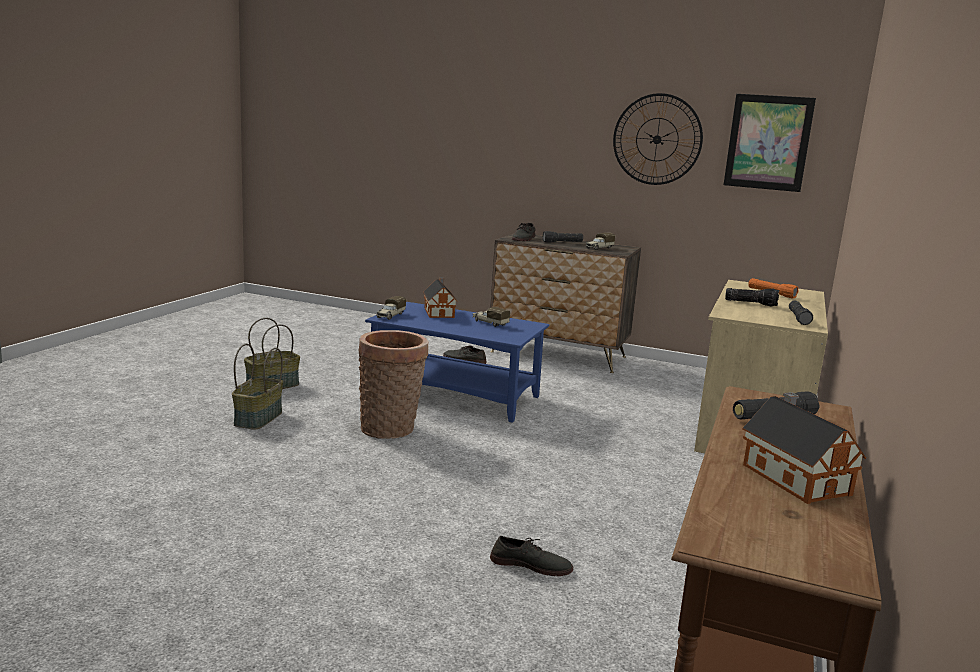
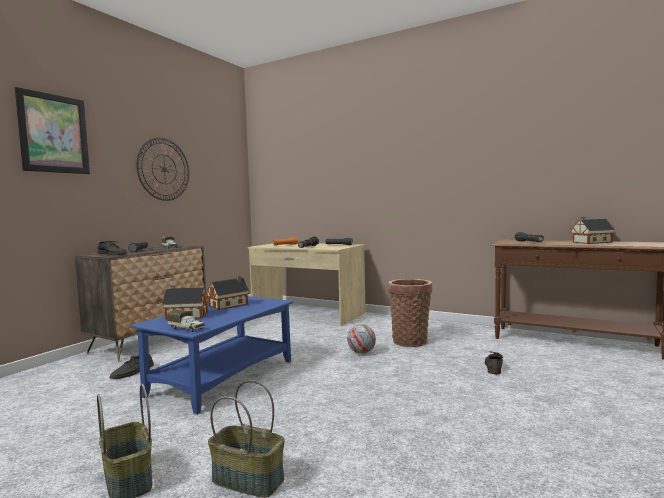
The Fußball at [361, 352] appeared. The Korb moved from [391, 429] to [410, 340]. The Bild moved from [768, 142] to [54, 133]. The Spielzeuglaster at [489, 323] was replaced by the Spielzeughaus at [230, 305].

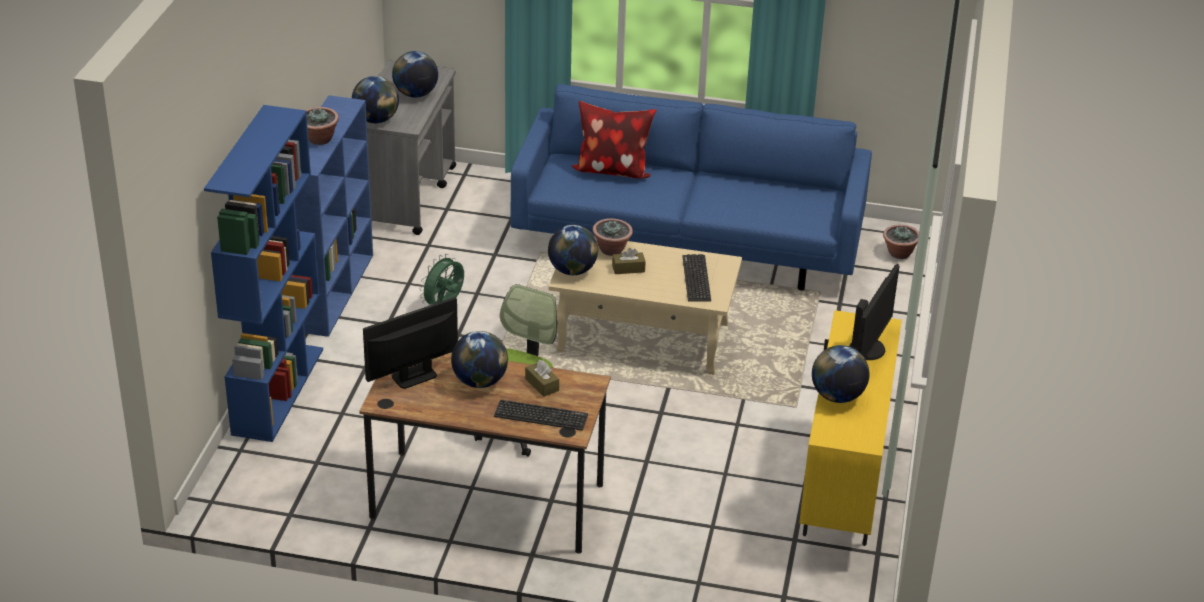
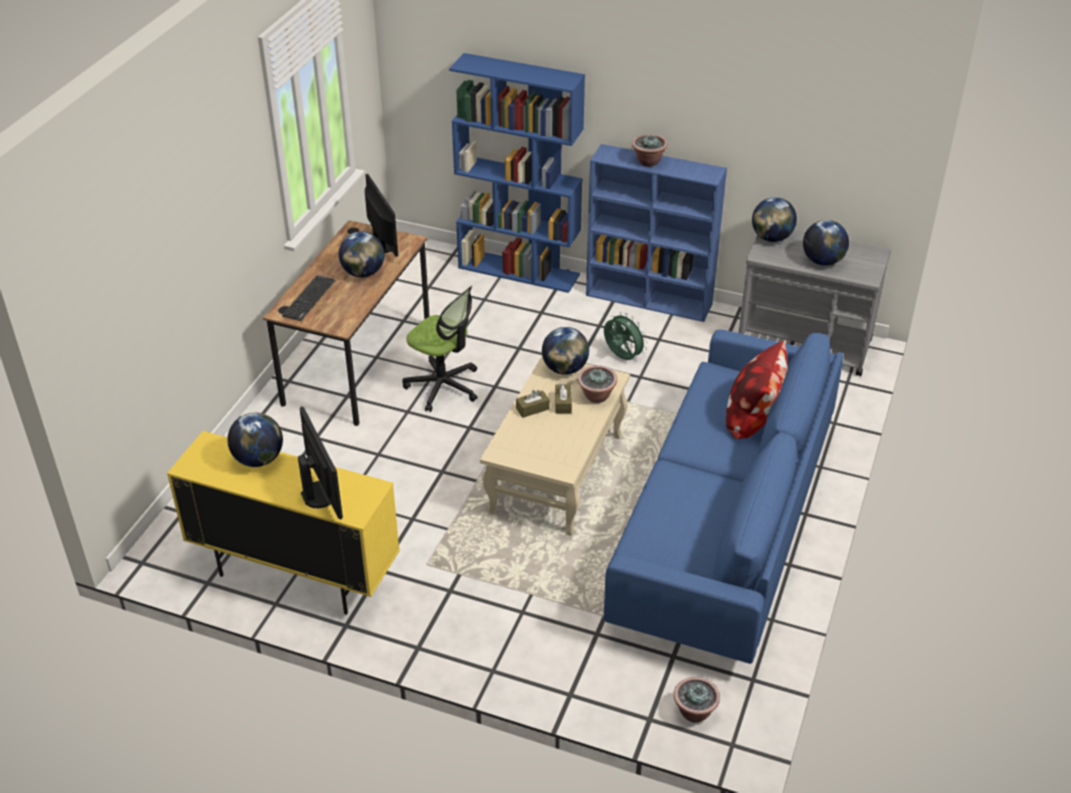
The Tastatur at [696, 278] disappeared. The Taschentuchbox/braun moved from [542, 385] to [532, 409]. The Monitor at [868, 349] turned 150 degrees counterclockwise.

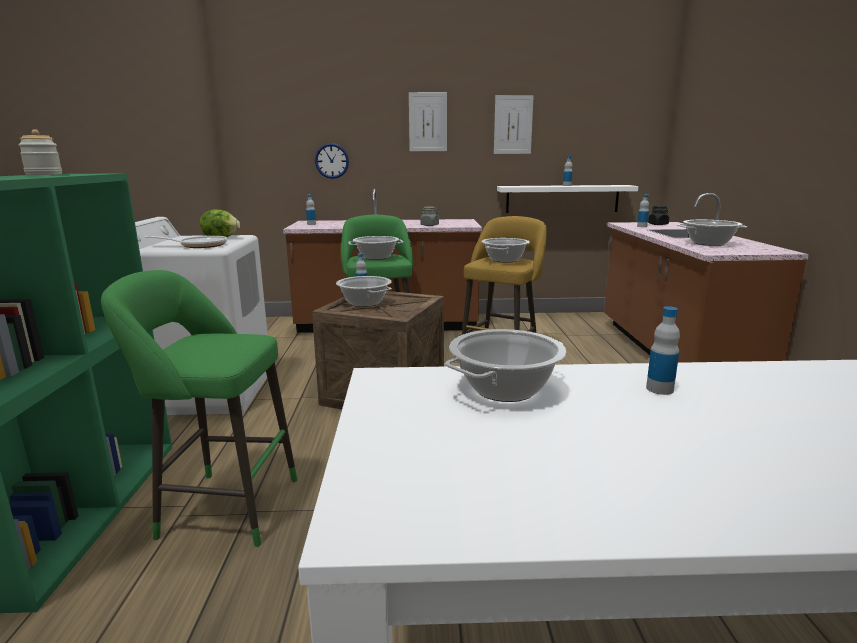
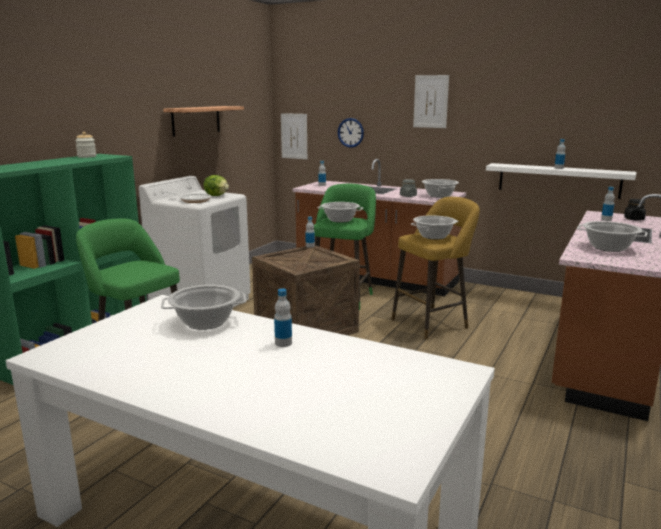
The Wandregal at [196, 120] appeared. The Kochtopf moved from [365, 303] to [439, 196]. The Bild moved from [513, 125] to [294, 136].

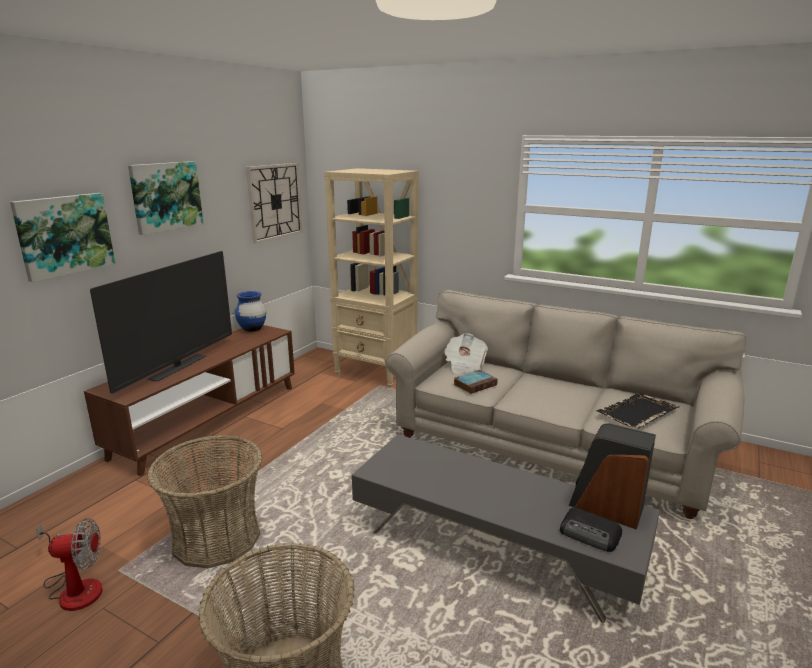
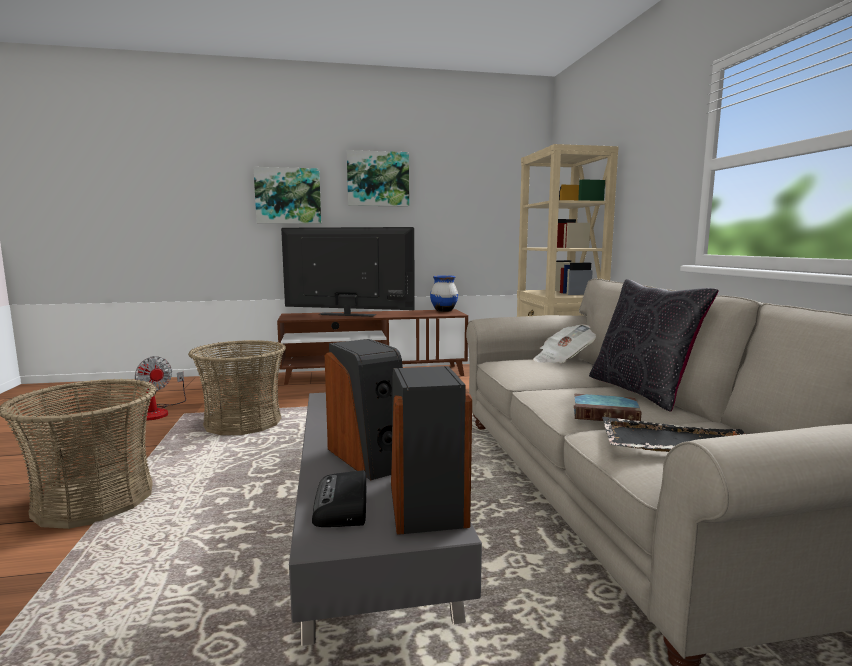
The Wanduhr at [275, 201] disappeared. The Lautsprecher at [370, 457] appeared. The Kissen/schwarz at [641, 391] appeared. The Buch moved from [475, 384] to [606, 414]. The Fernseher at [178, 367] turned 150 degrees counterclockwise.

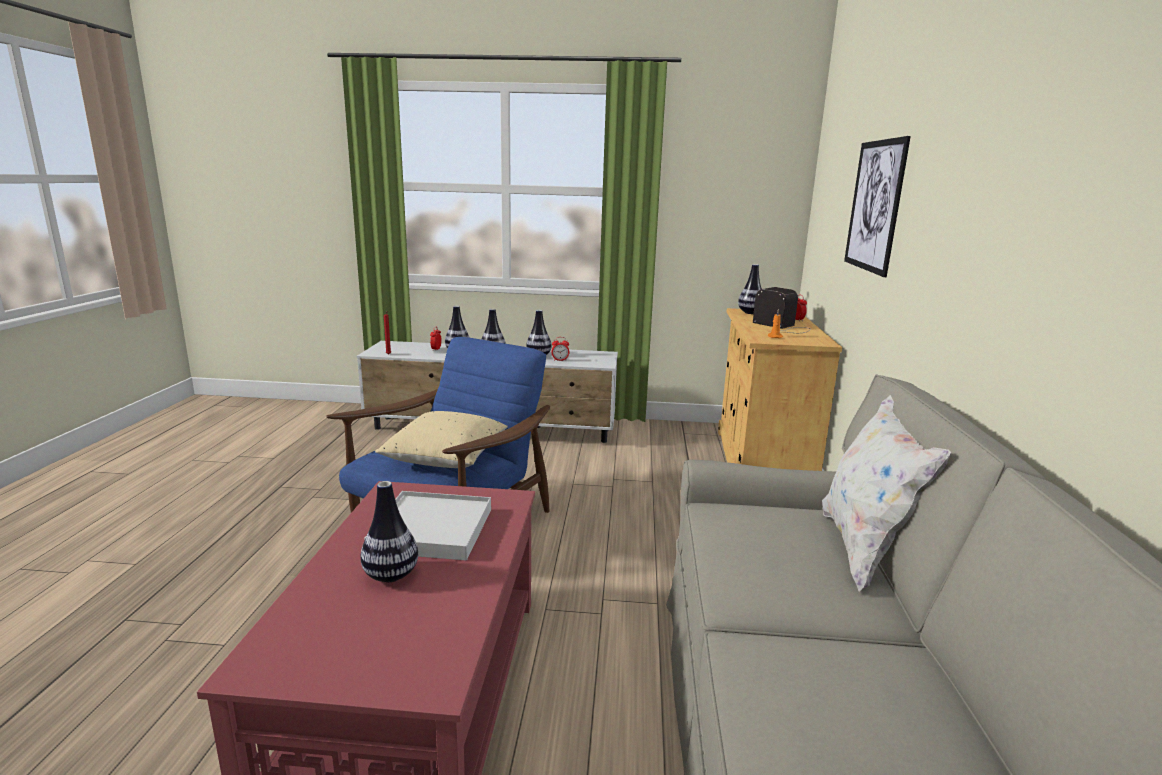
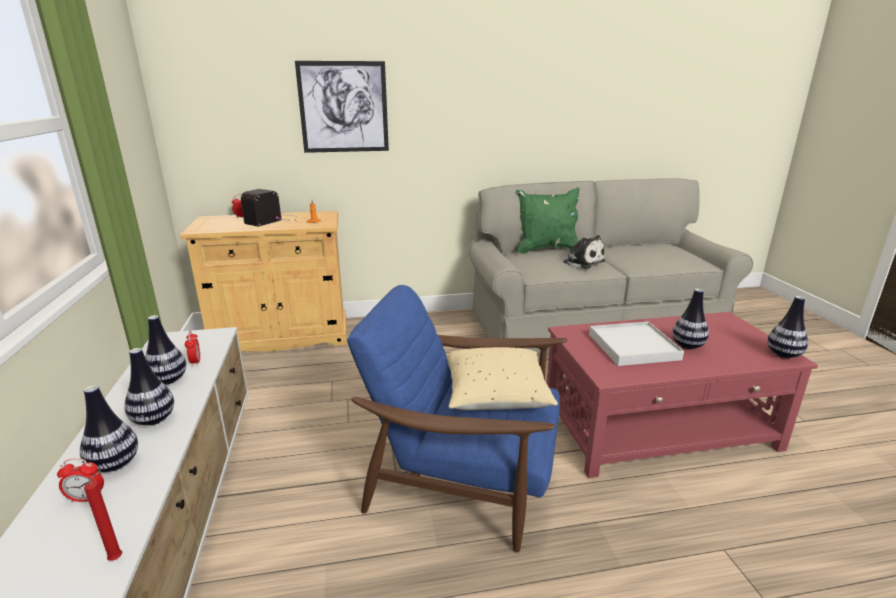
The Plüschtier at [581, 262] appeared. The Vase moved from [750, 313] to [783, 354]. The Kissen/weiß at [864, 549] became the Kissen/grün at [546, 249].

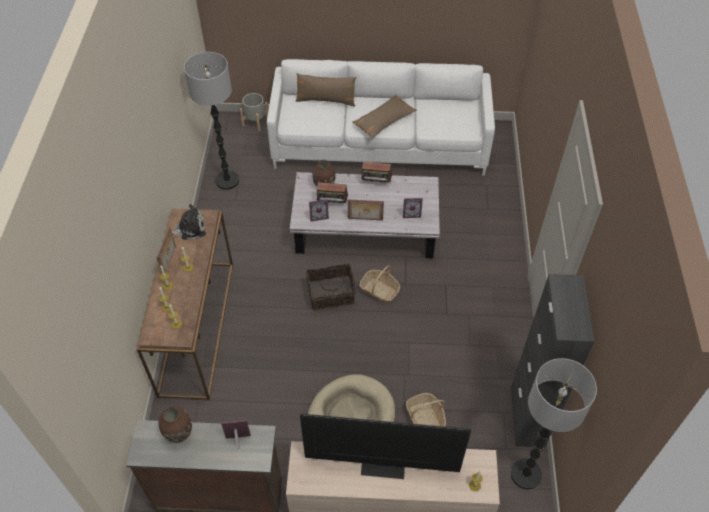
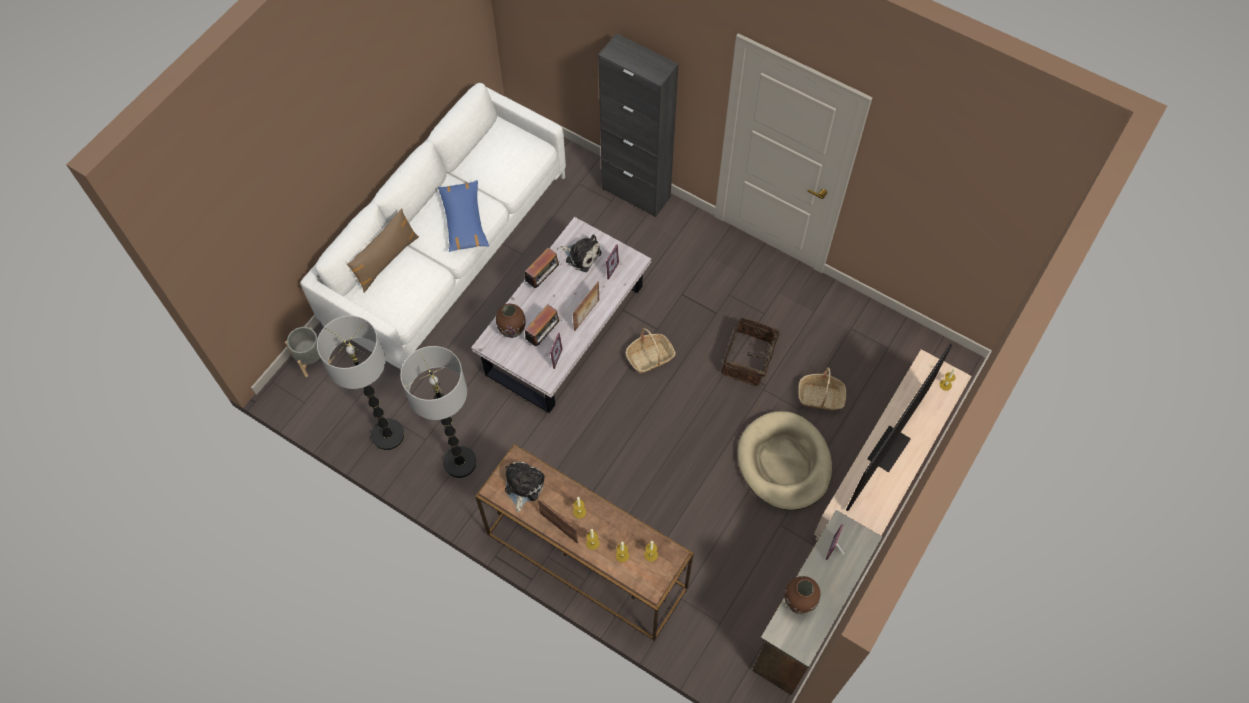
The Plüschtier at [581, 255] appeared. The Korb moved from [331, 295] to [748, 360]. The Stehlampe moved from [526, 474] to [460, 462]. The Schrank/schwarz moved from [527, 417] to [636, 193]. The Kissen/braun at [384, 121] became the Kissen/blau at [464, 221].

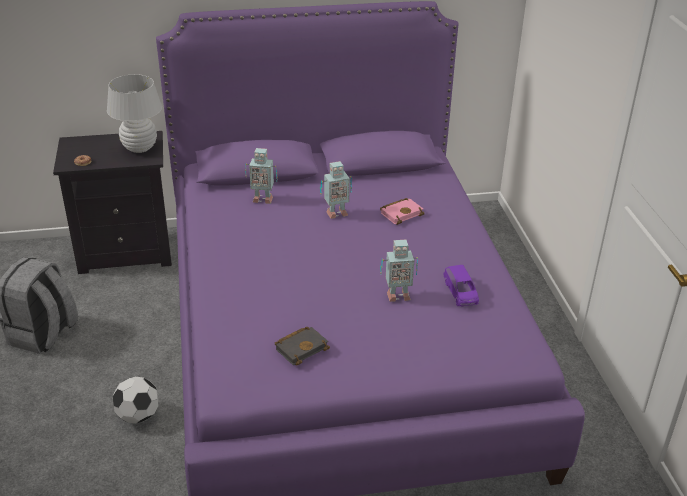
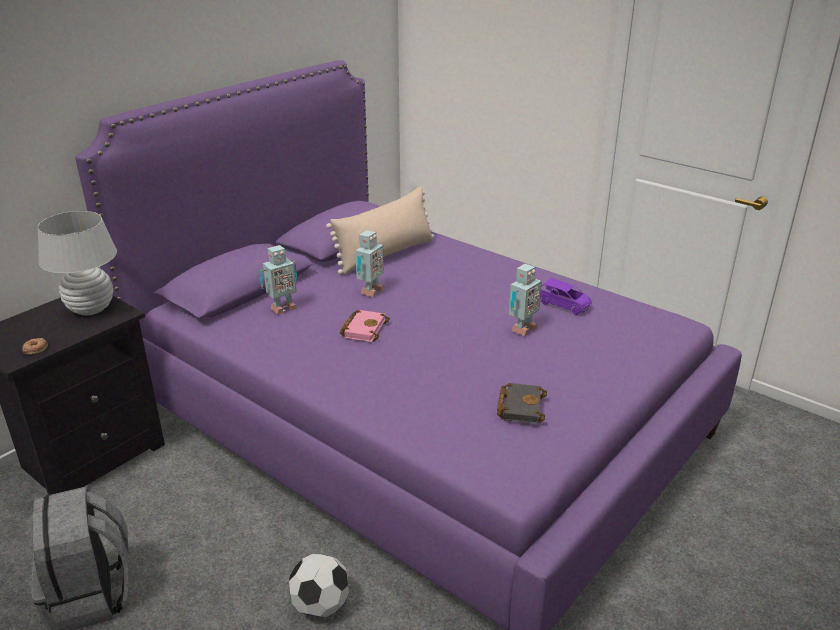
The Kissen/beige at [385, 254] appeared. The Buch/rosa moved from [401, 213] to [363, 328].

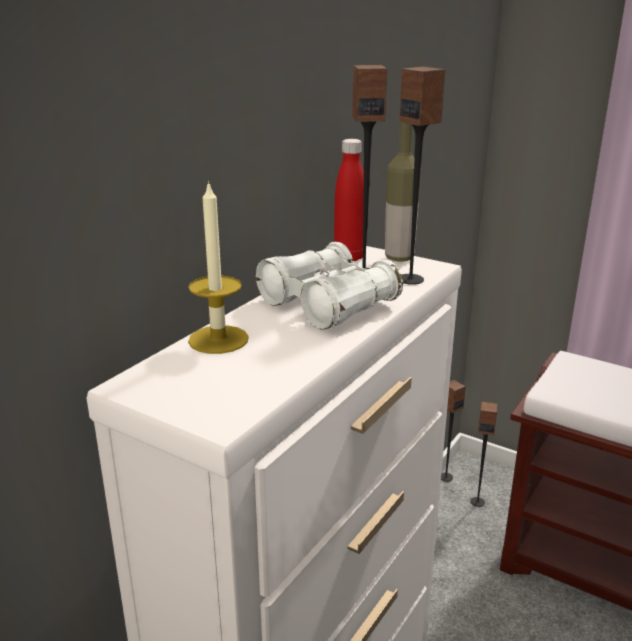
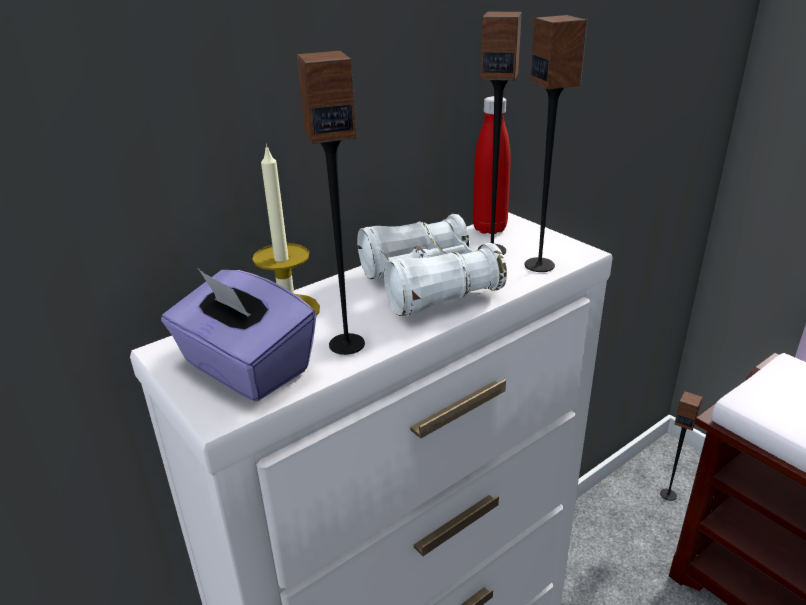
The Flasche at [399, 258] disappeared. The Taschentuchbox/lila at [245, 368] appeared. The Lautsprecher moved from [445, 477] to [346, 344].

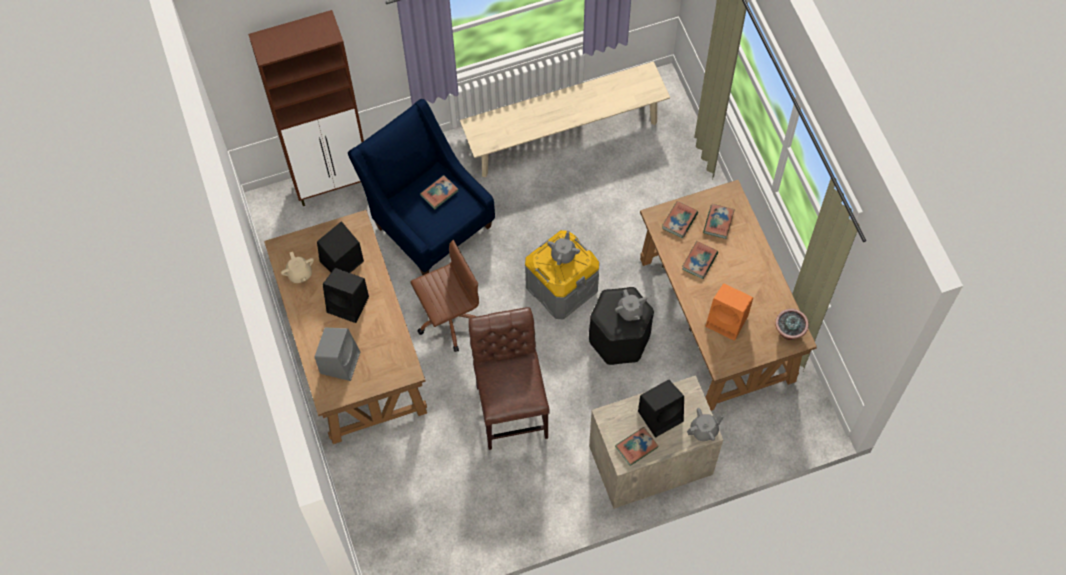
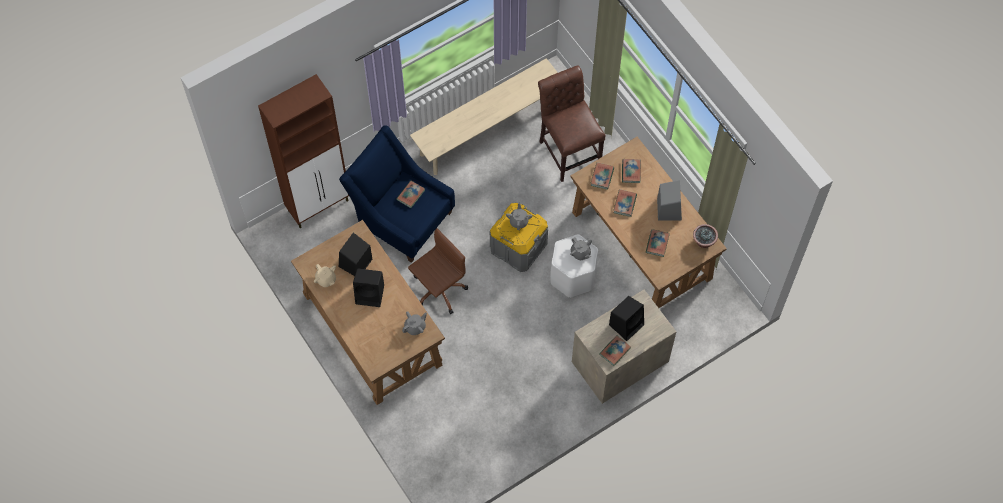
The Lautsprecher/grau moved from [340, 361] to [669, 208]. The Stuhl/braun moved from [511, 406] to [568, 150]. The Teekanne/grau moved from [704, 430] to [415, 327]. The Lautsprecher/orange at [728, 321] was replaced by the Buch at [657, 244]. The Hocker/schwarz at [619, 339] became the Hocker/weiß at [572, 277].

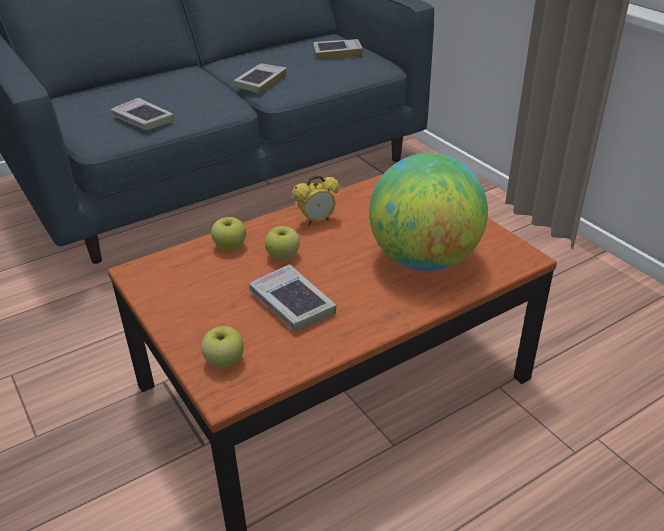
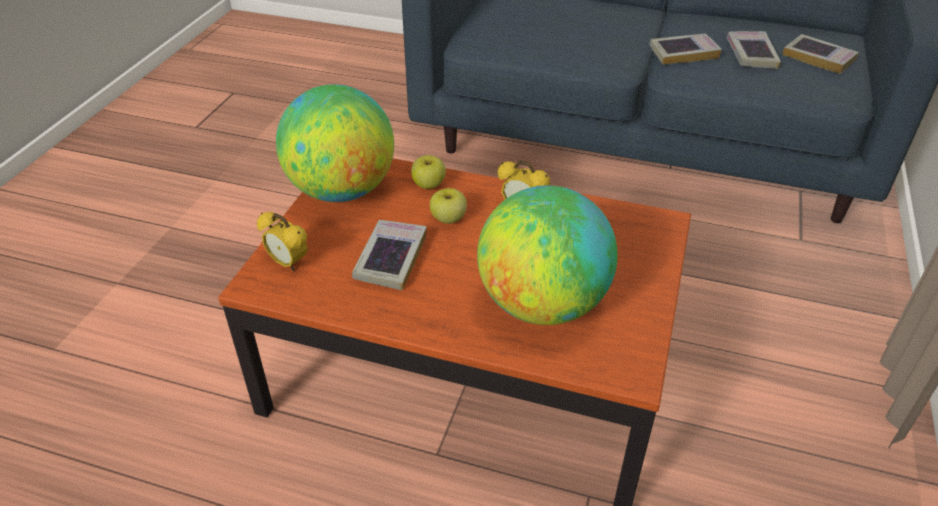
The Globus at [342, 190] appeared. The Buch moved from [142, 119] to [751, 54]. The Apfel at [224, 361] was replaced by the Wecker at [288, 263].

